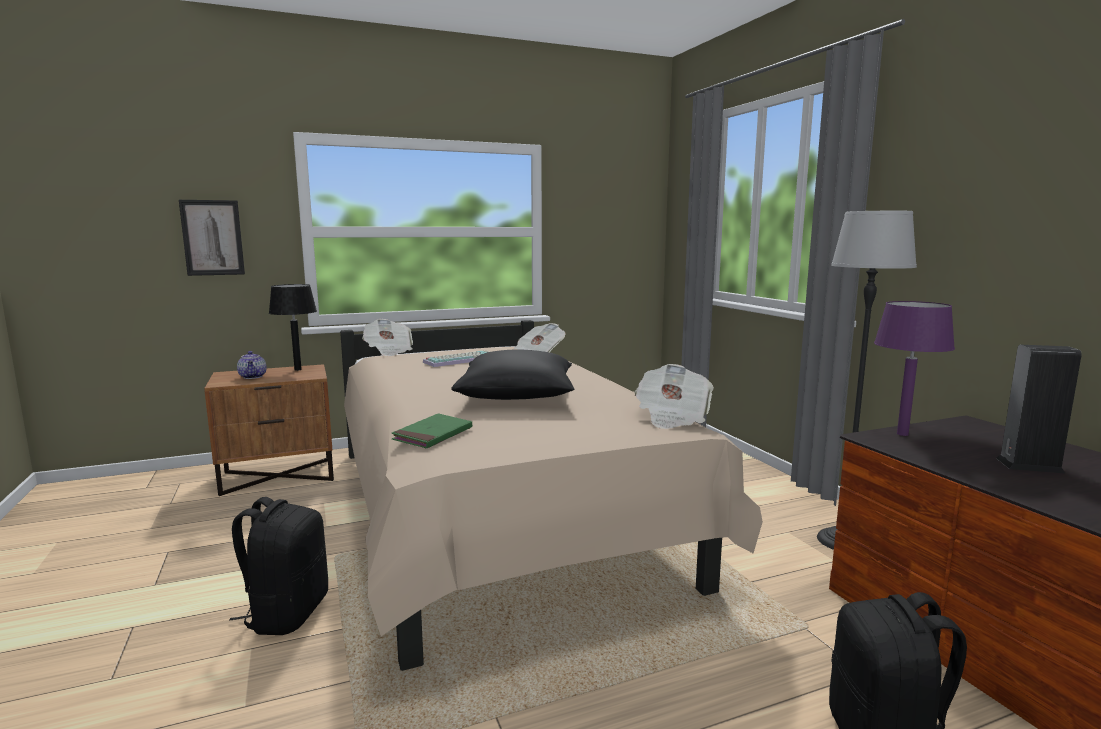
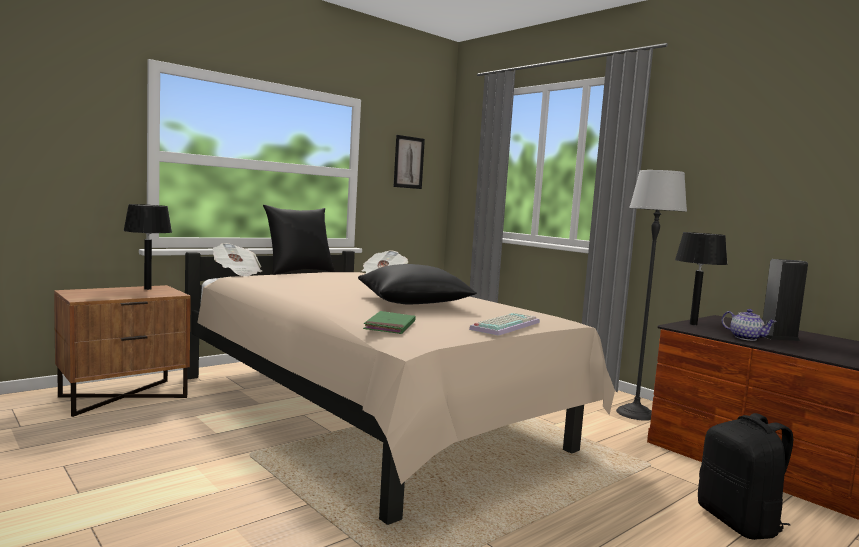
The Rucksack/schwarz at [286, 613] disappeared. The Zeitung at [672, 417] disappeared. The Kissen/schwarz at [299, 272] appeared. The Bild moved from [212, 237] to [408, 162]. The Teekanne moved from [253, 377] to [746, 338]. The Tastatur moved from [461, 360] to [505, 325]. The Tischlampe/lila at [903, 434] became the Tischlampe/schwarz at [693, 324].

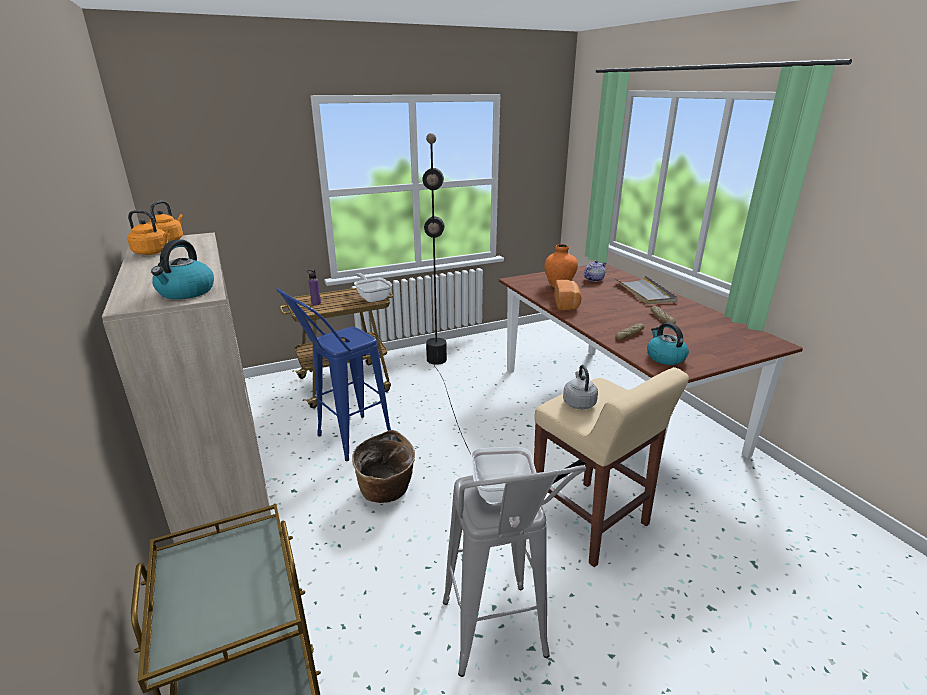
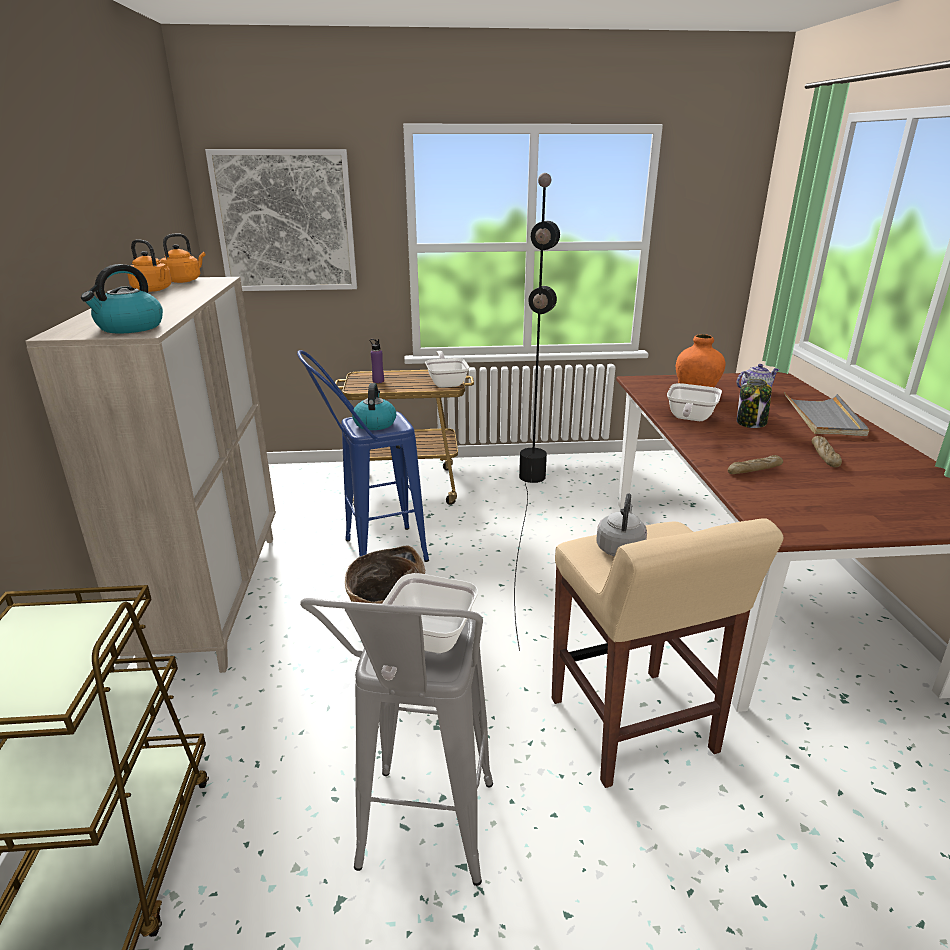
The Bild at [285, 222] appeared. The Vorratsglas at [751, 423] appeared. The Wasserkessel moved from [665, 357] to [374, 423]. The Brot at [567, 304] was replaced by the Pfanne at [689, 418].

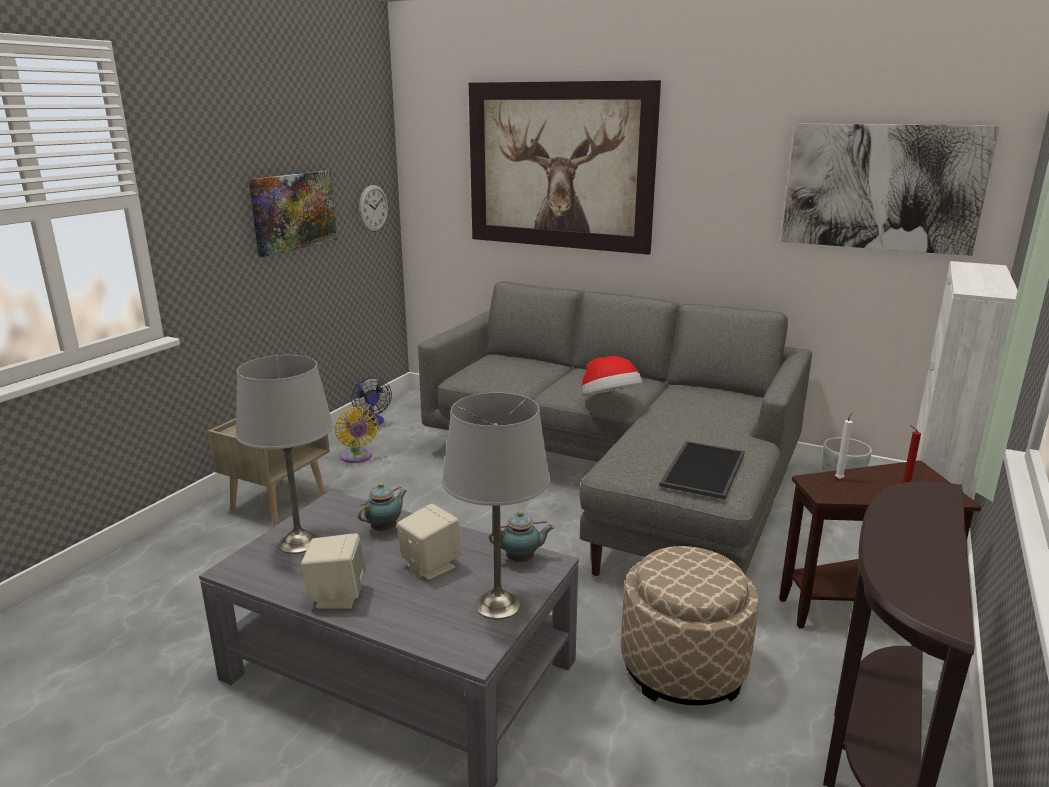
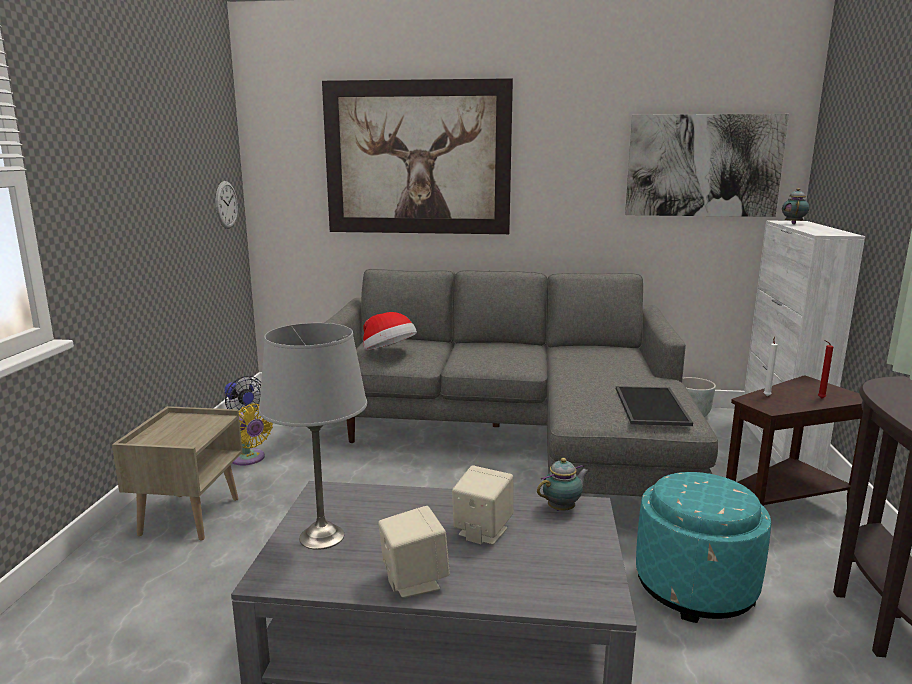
The Bild at [293, 211] disappeared. The Tischlampe/grau at [499, 605] disappeared. The Teekanne moved from [385, 528] to [793, 223]. The Hut moved from [609, 401] to [388, 353]. The Polsterhocker/beige at [683, 667] became the Polsterhocker/türkis at [695, 587].

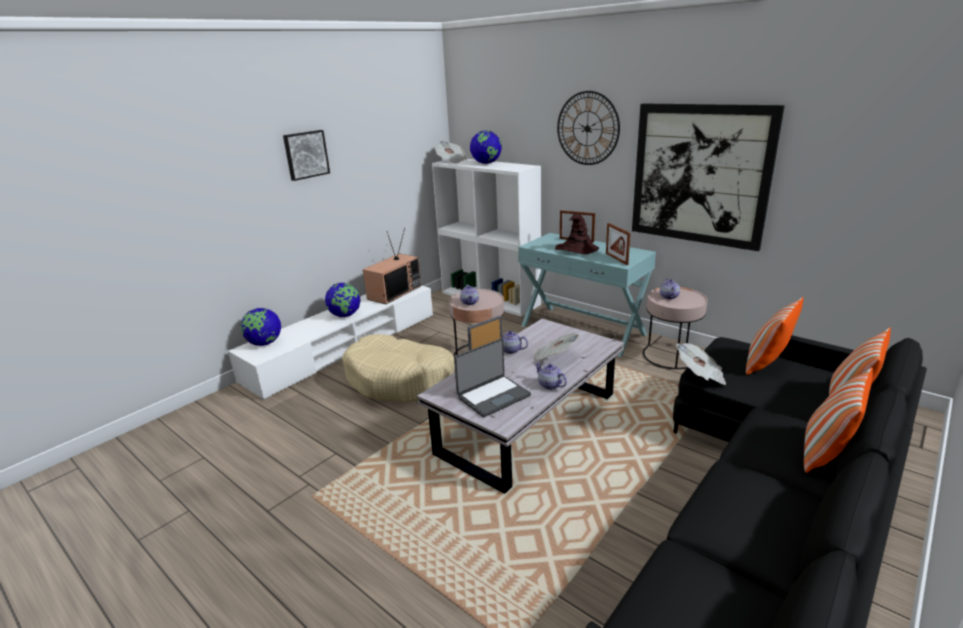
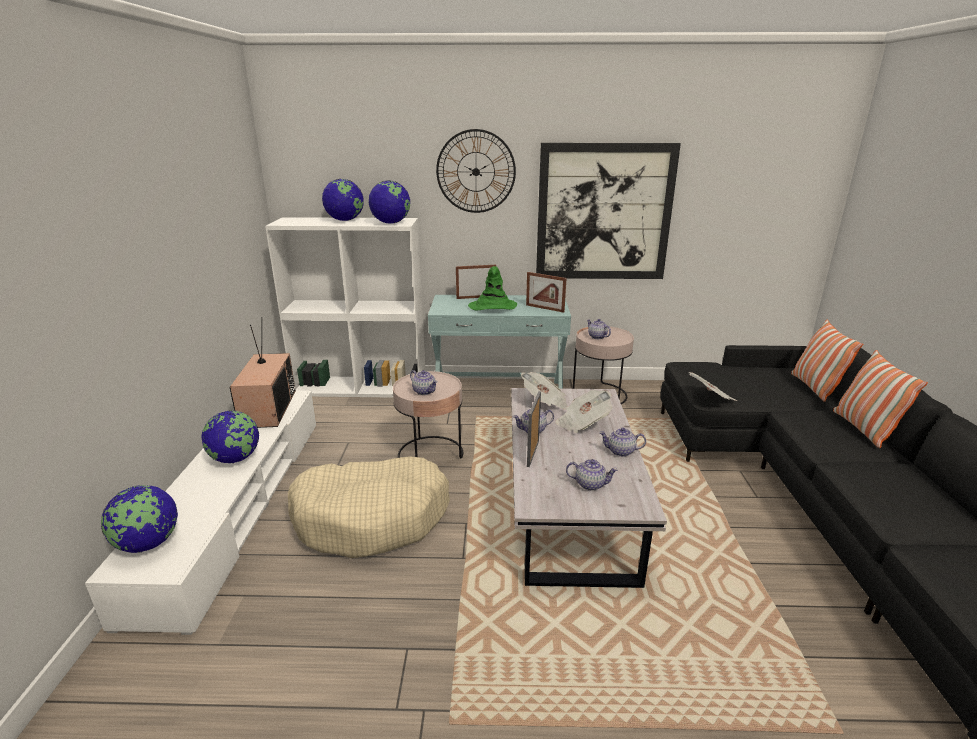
The Bild at [306, 154] disappeared. The Kissen at [766, 364] disappeared. The Globus at [391, 223] appeared. The Zeitung moved from [451, 161] to [545, 402]. The Laptop at [493, 396] was replaced by the Teekanne at [590, 484]. The Hut/braun at [576, 249] became the Hut/grün at [492, 306].

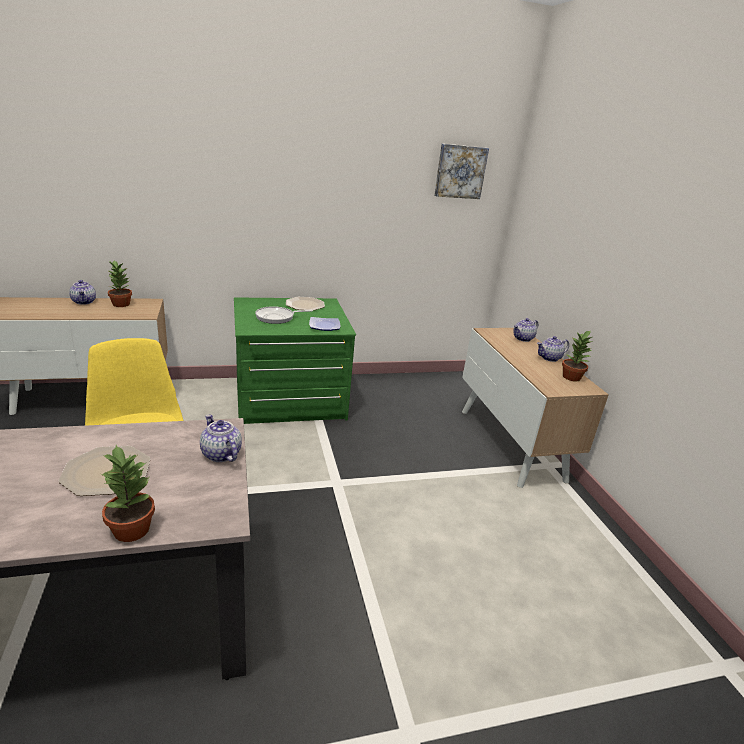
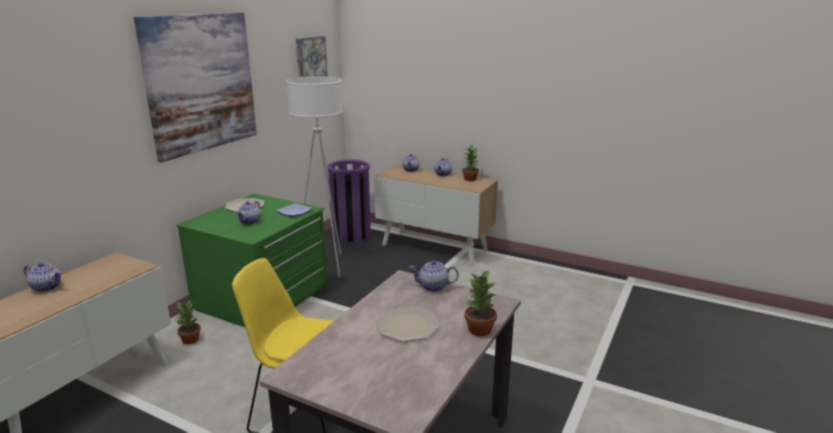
The Bild at [201, 83] appeared. The Stehlampe/weiß at [326, 265] appeared. The Mülleimer/lila at [351, 235] appeared. The Topfpflanze moved from [121, 304] to [190, 340]. The Pfanne at [277, 317] was replaced by the Teekanne at [250, 221].

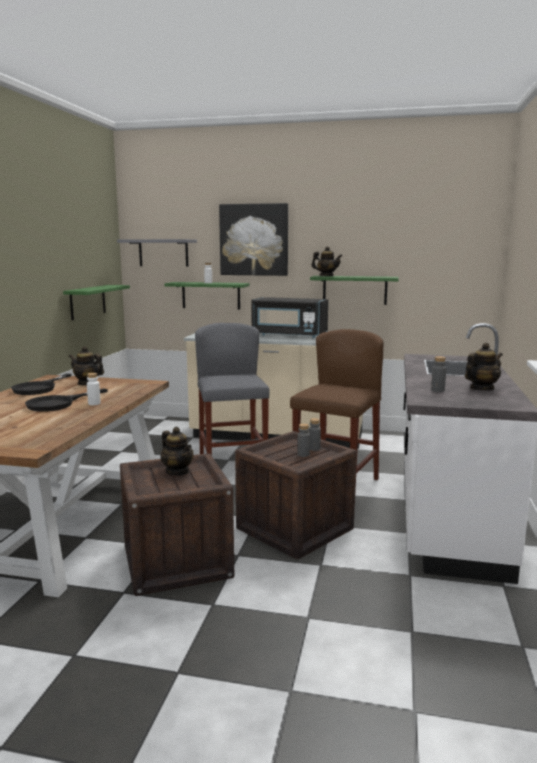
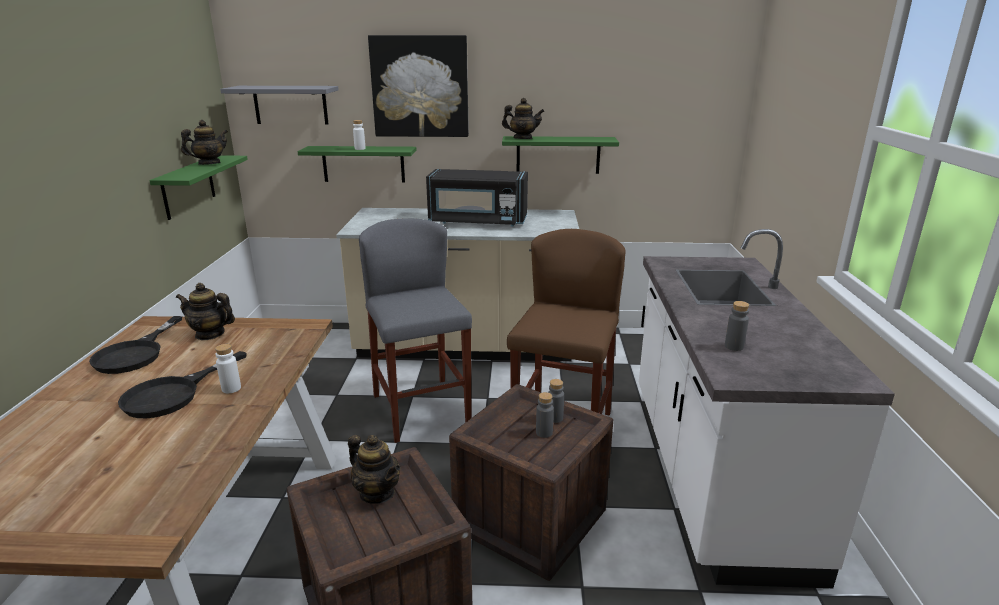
The Teekanne moved from [481, 388] to [209, 163].

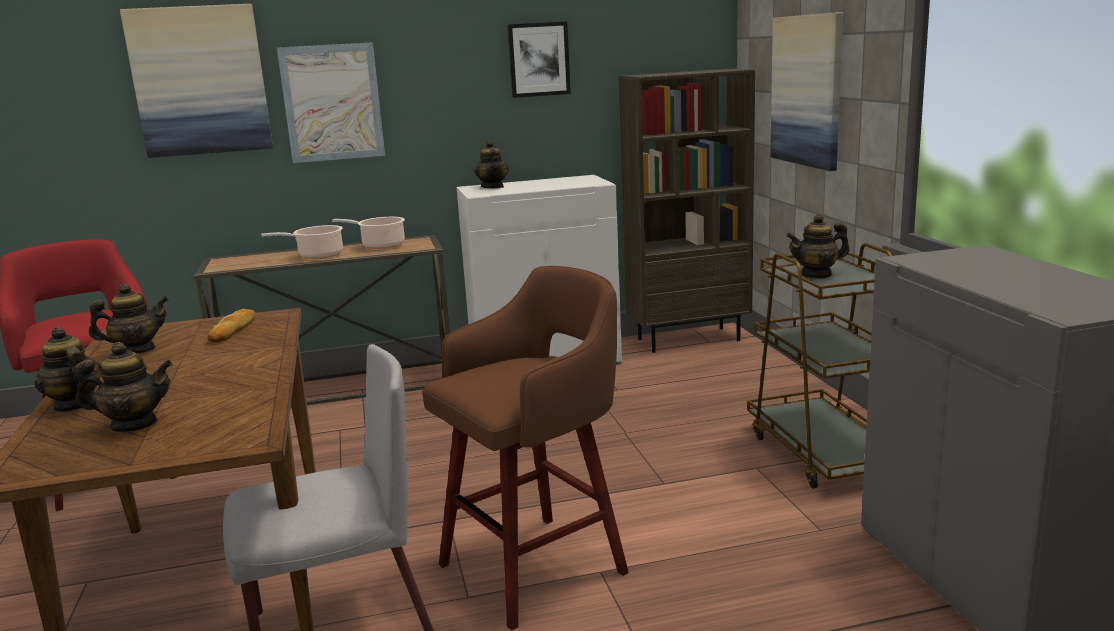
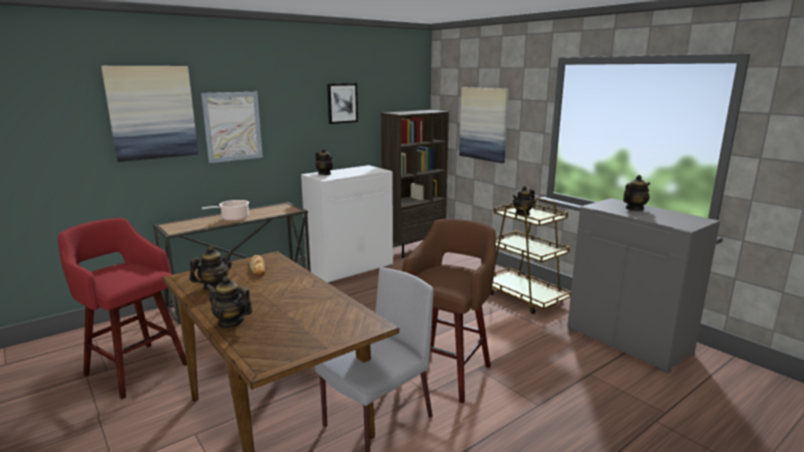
The Kochtopf at [380, 245] disappeared. The Teekanne moved from [134, 425] to [634, 209].

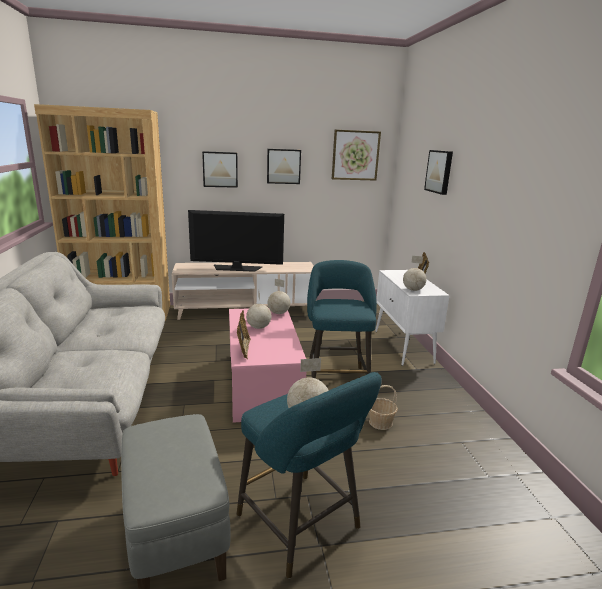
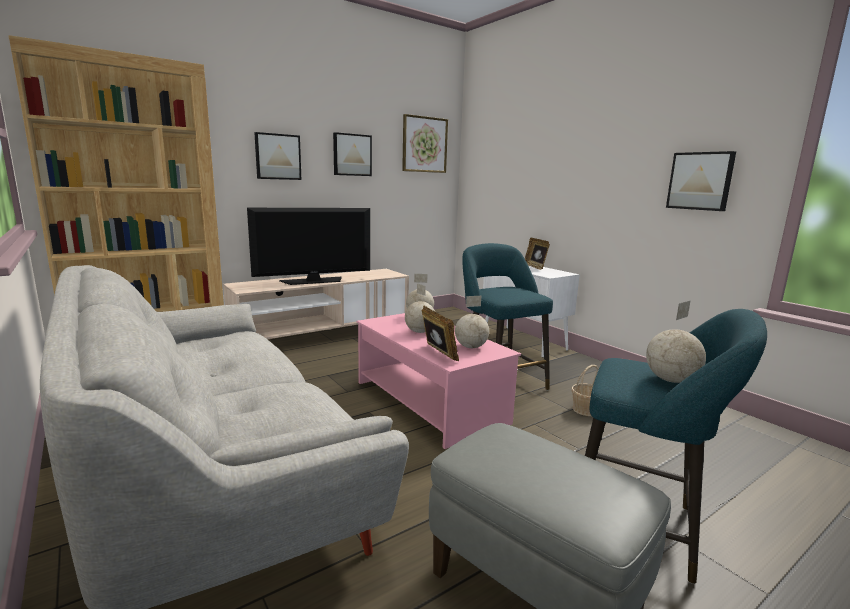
The Globus moved from [412, 290] to [470, 347]. The Bild moved from [440, 171] to [700, 181].

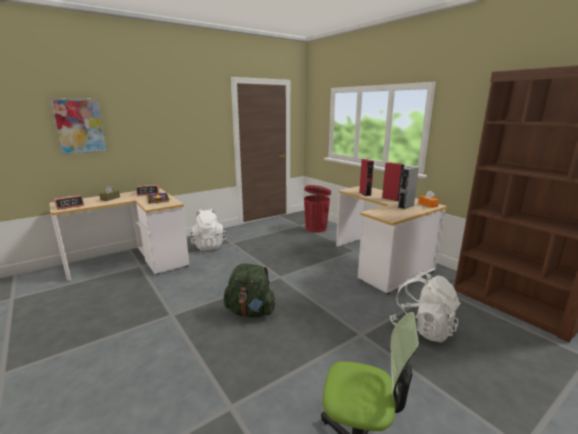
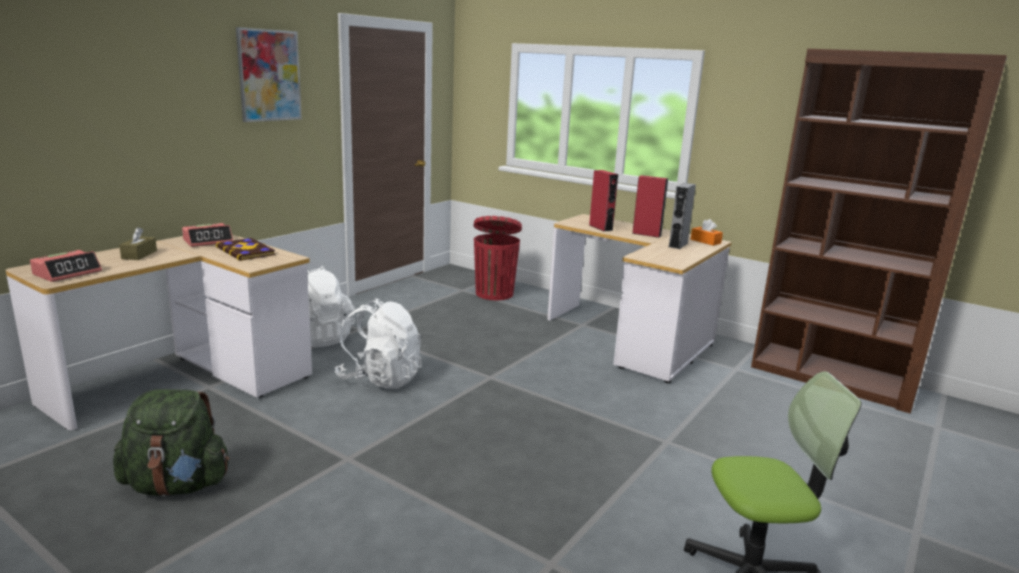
The Bild moved from [80, 126] to [269, 75]. The Rucksack/grün moved from [250, 312] to [177, 485]. The Rucksack/weiß moved from [422, 328] to [380, 379].

